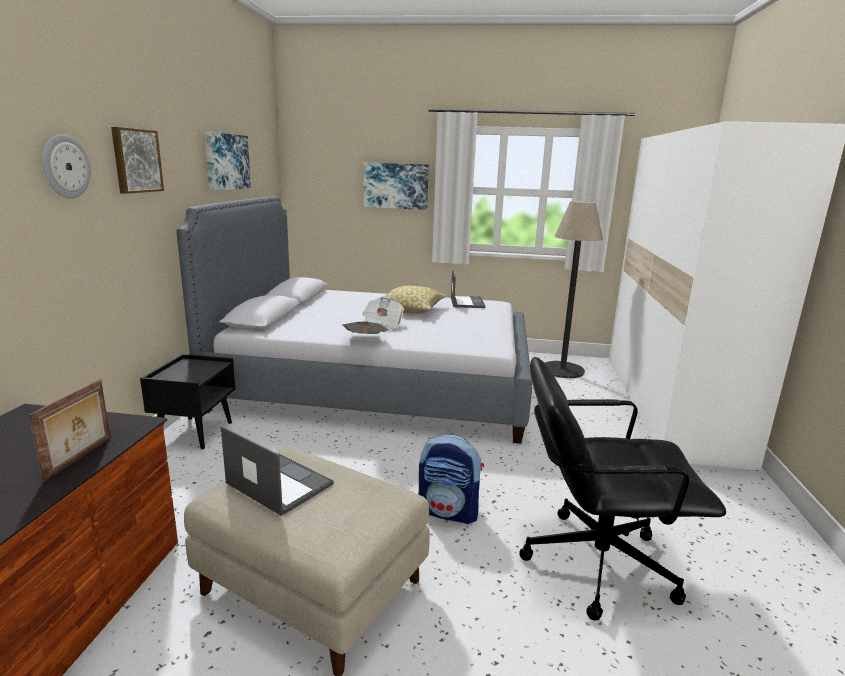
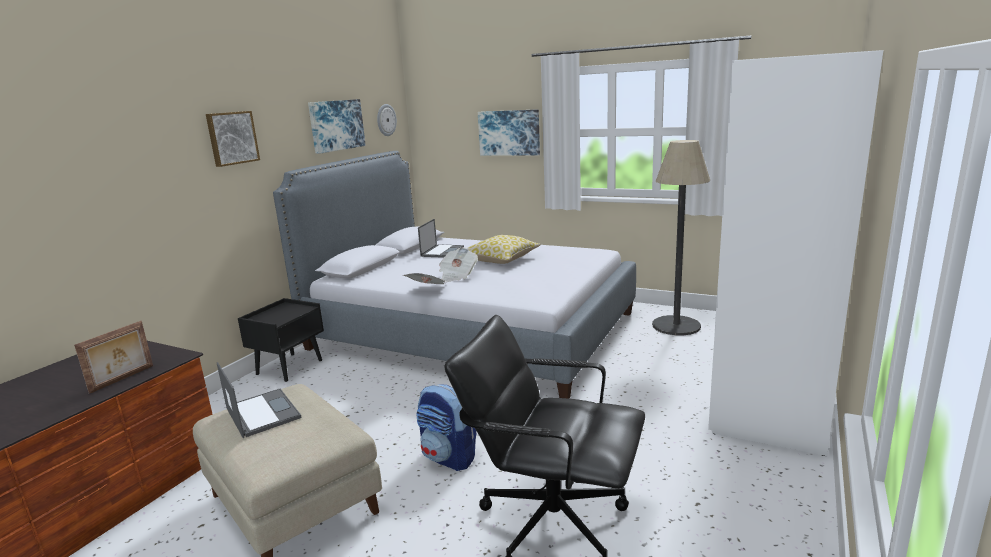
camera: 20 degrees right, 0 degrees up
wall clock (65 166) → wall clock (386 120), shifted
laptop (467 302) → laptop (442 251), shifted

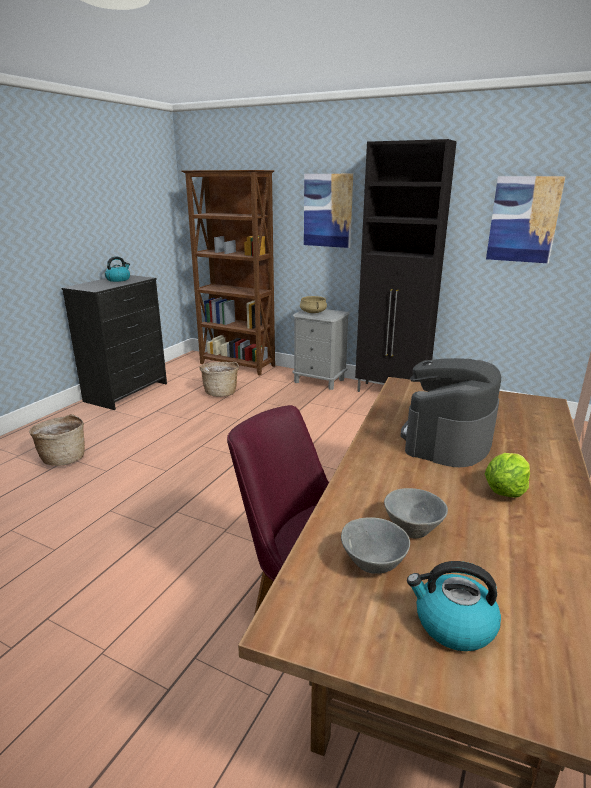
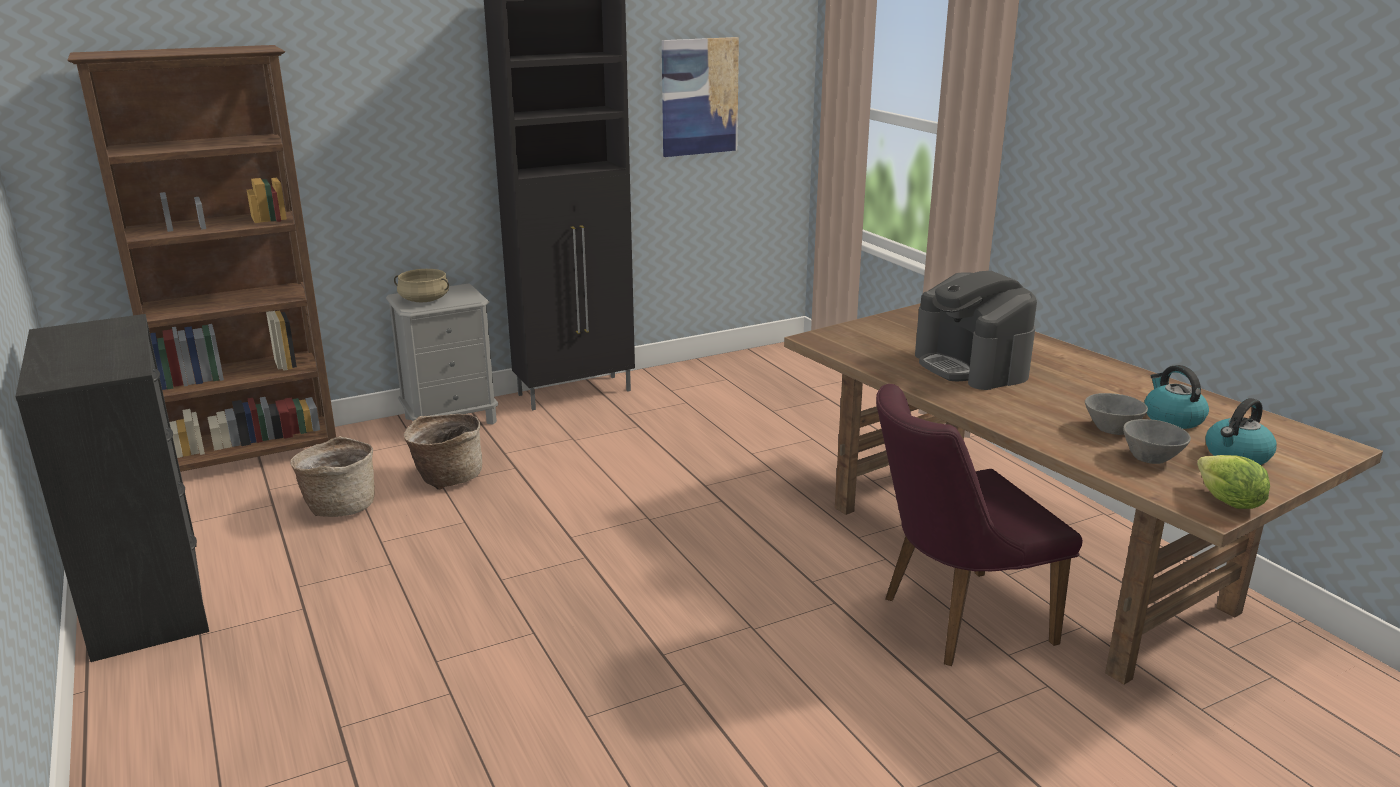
camera: 55 degrees left, 0 degrees up
basket (63 458) → basket (447 478), shifted
kettle (118 279) → kettle (1172 418), shifted
picture (328 210) → -
lettuce (505 490) → lettuce (1228 503), shifted

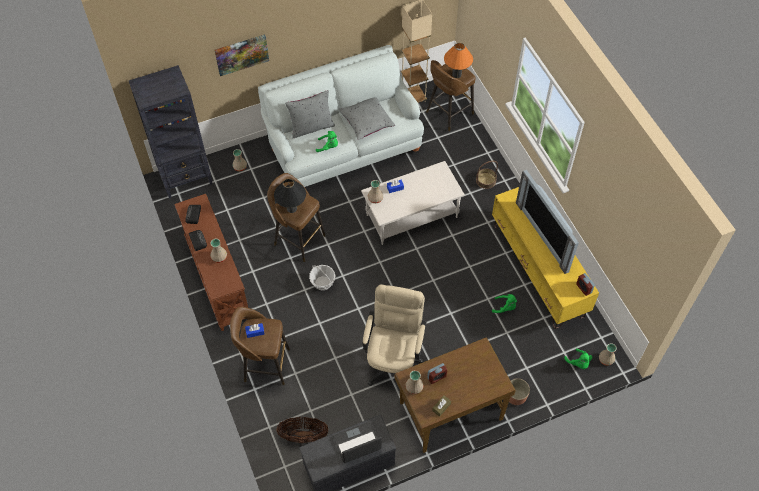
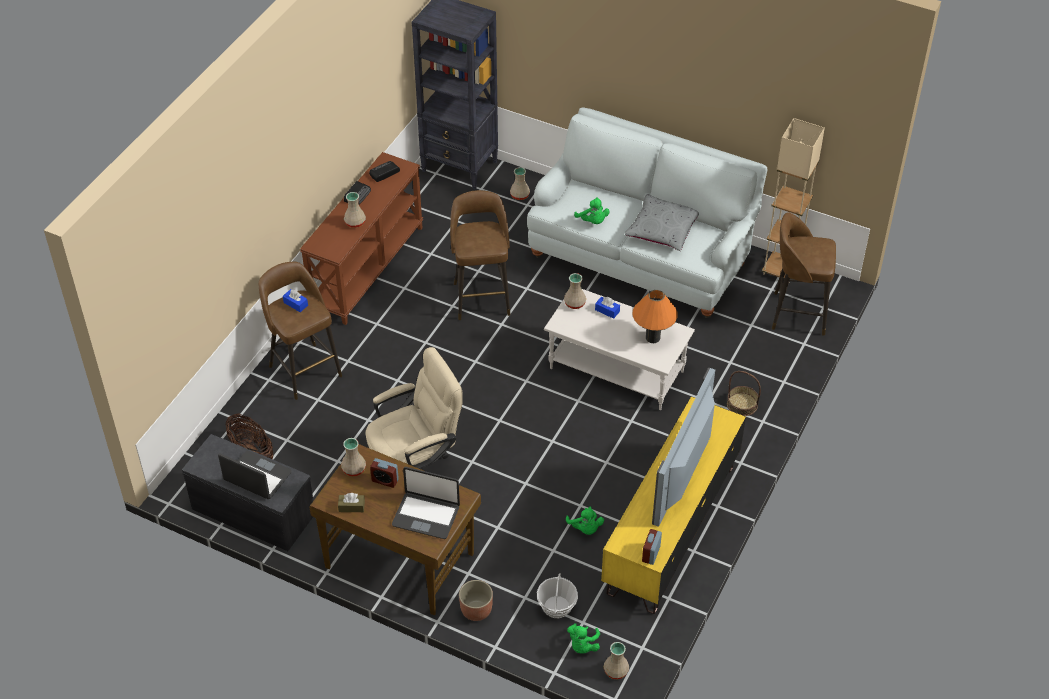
camera: 50 degrees right, 10 degrees down
picture (241 54) → -
black table lamp (292 208) → -
grey pillow (311 127) → -
basket (322 283) → basket (556 607), shifted
orange table lamp (456 74) → orange table lamp (653 337), shifted
- → laptop (426 515)

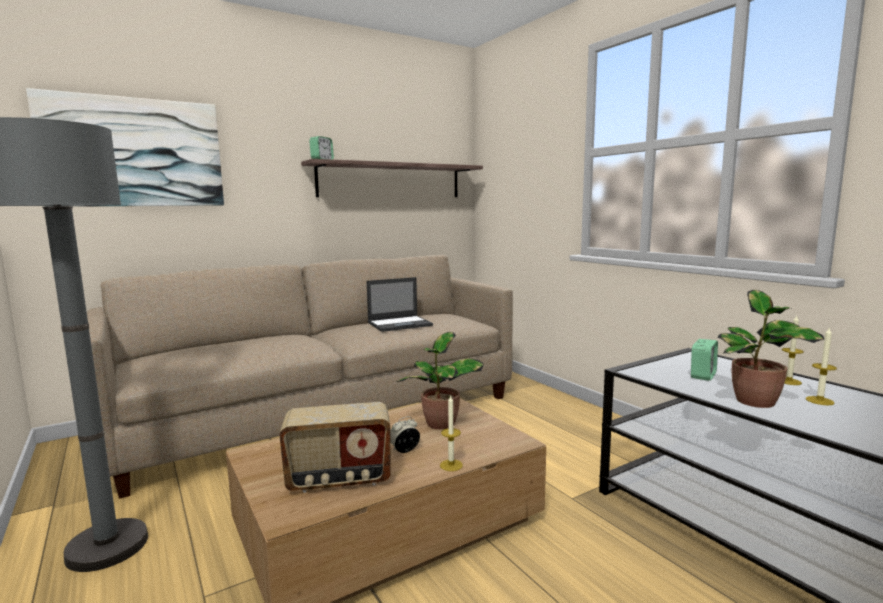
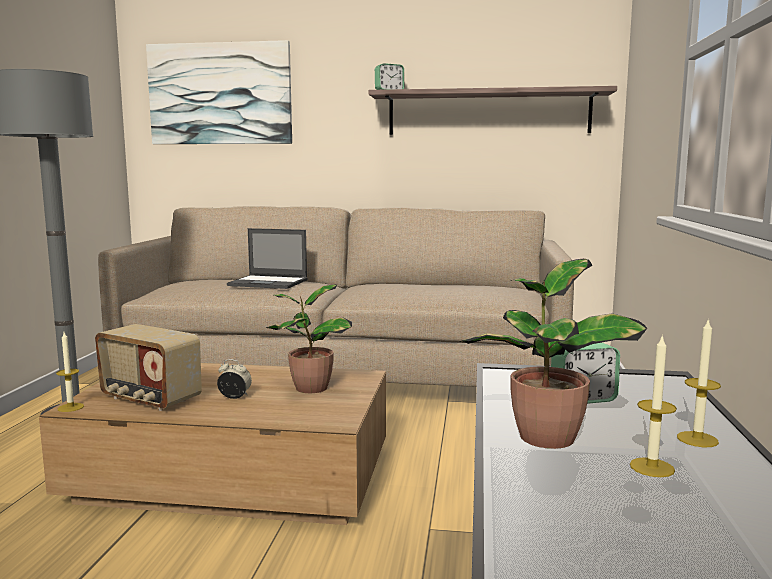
camera: 40 degrees right, 0 degrees up
laptop (400 324) → laptop (269 283), shifted
candle (451 465) → candle (70 407), shifted

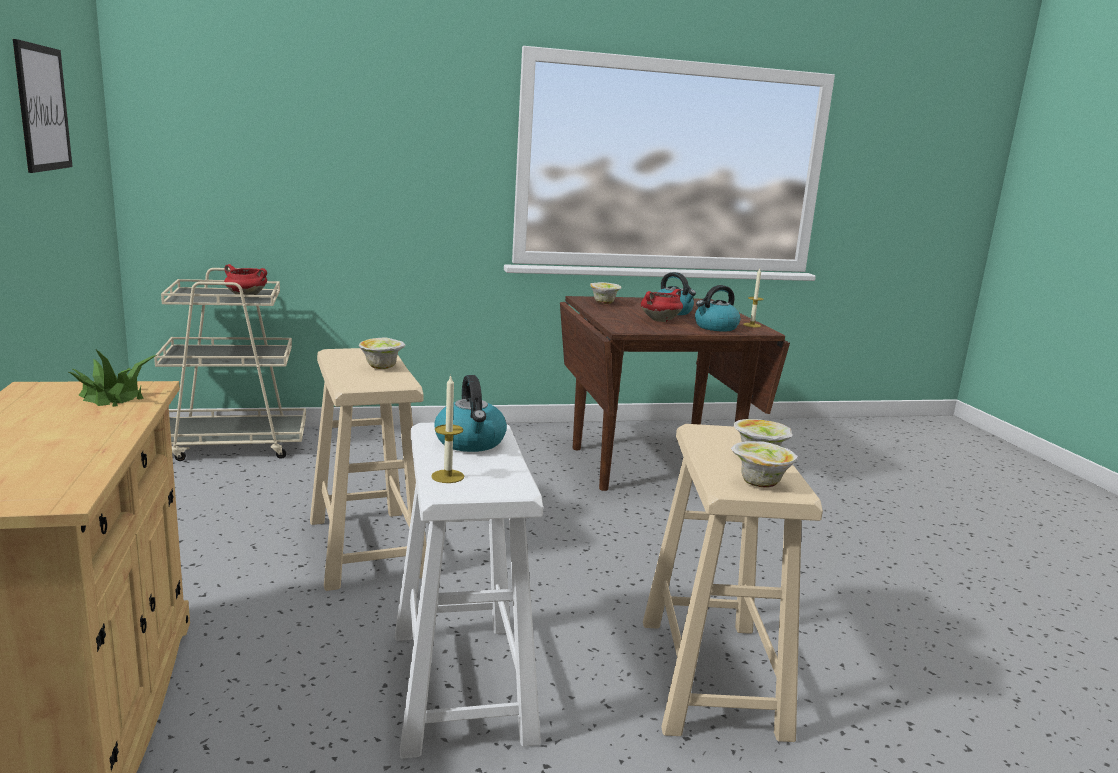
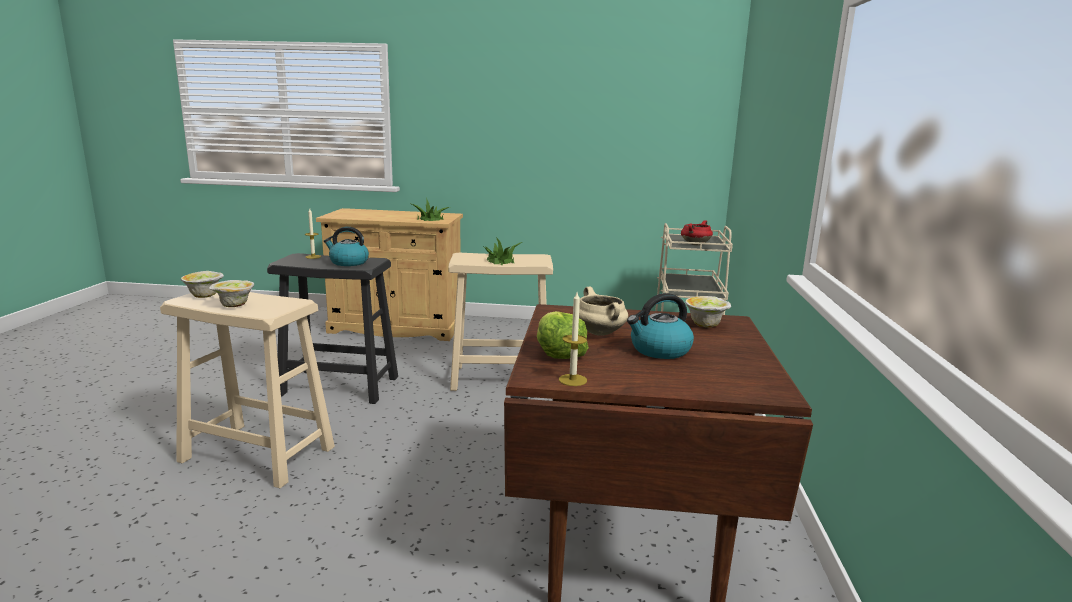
camera: 110 degrees right, 0 degrees up
picture (43 108) → -
bowl (382 367) → potted plant (500 261)
white stool (461 684) → black stool (340 386)
red cooking pot (660 320) → beige cooking pot (600 333)
kettle (715 327) → lettuce (559 353)

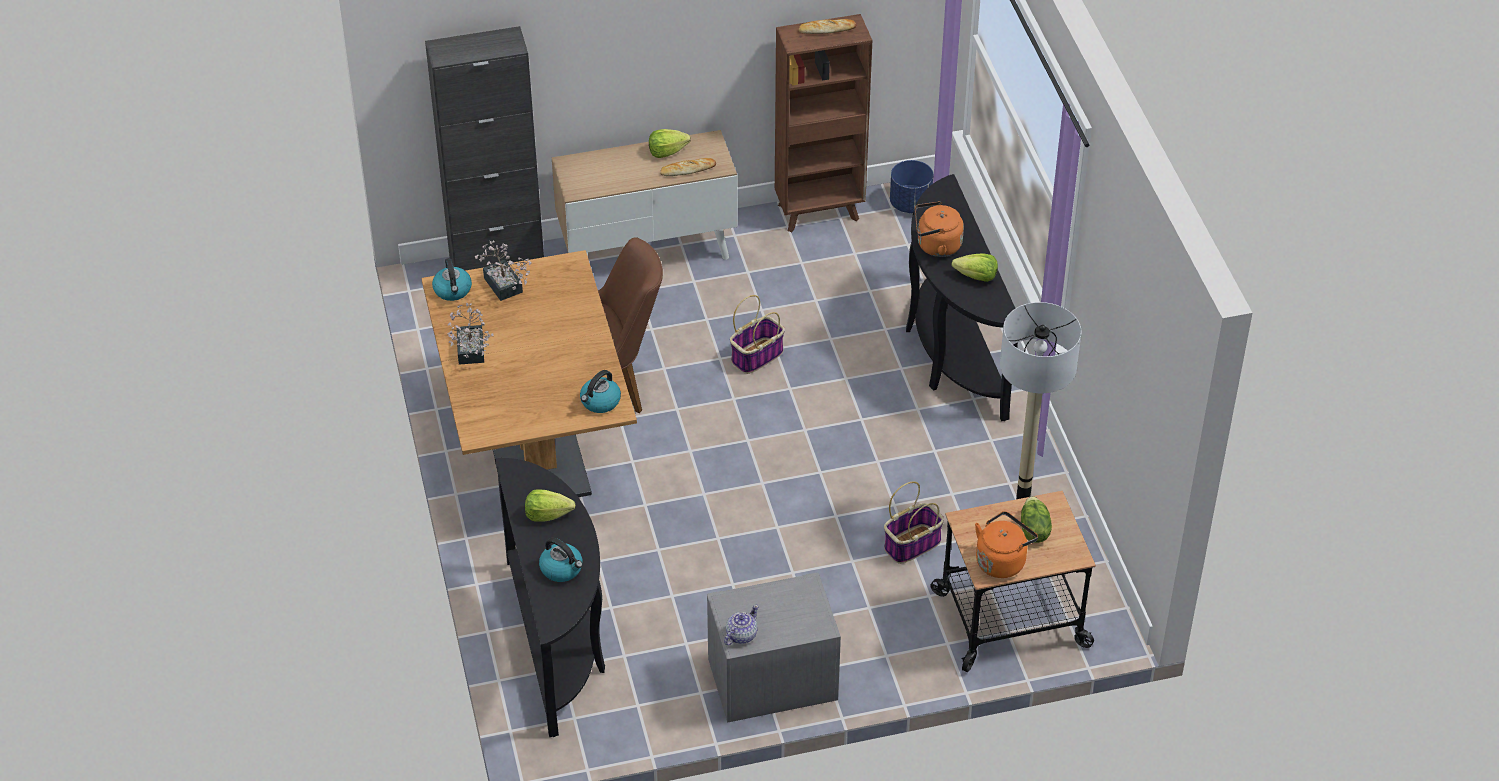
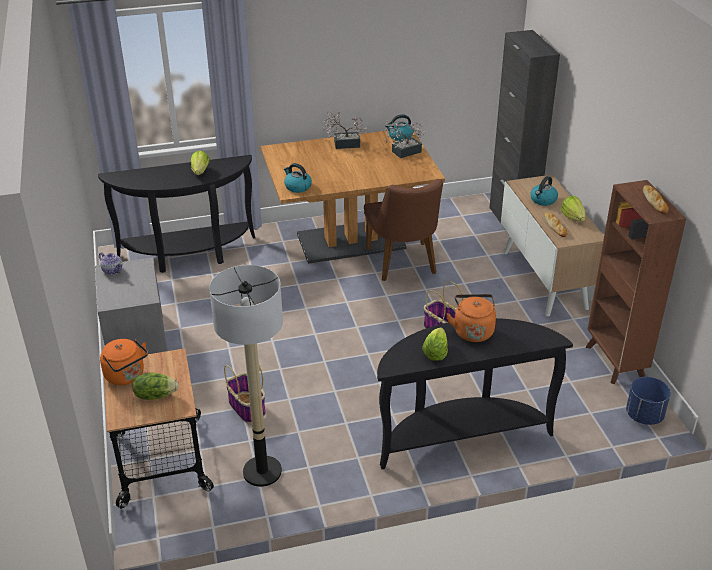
camera: 90 degrees right, 10 degrees down
kettle (562 569) → kettle (543 200), shifted

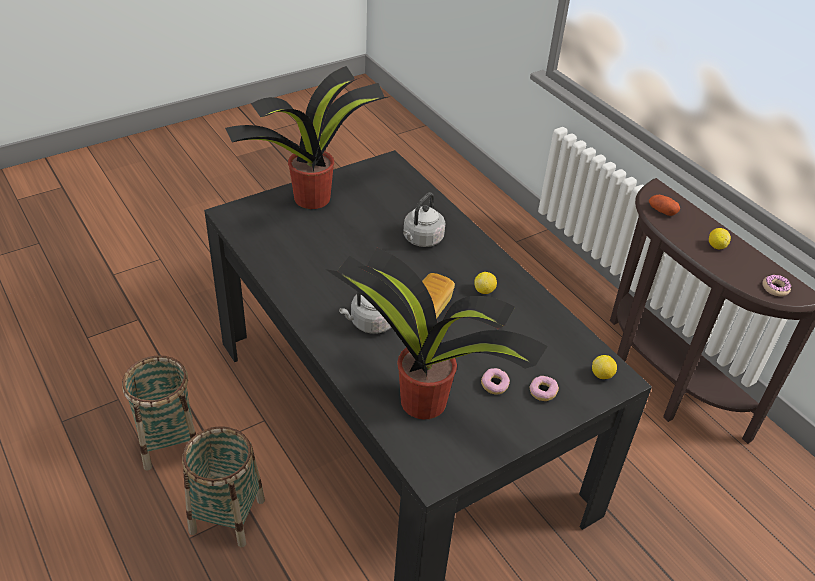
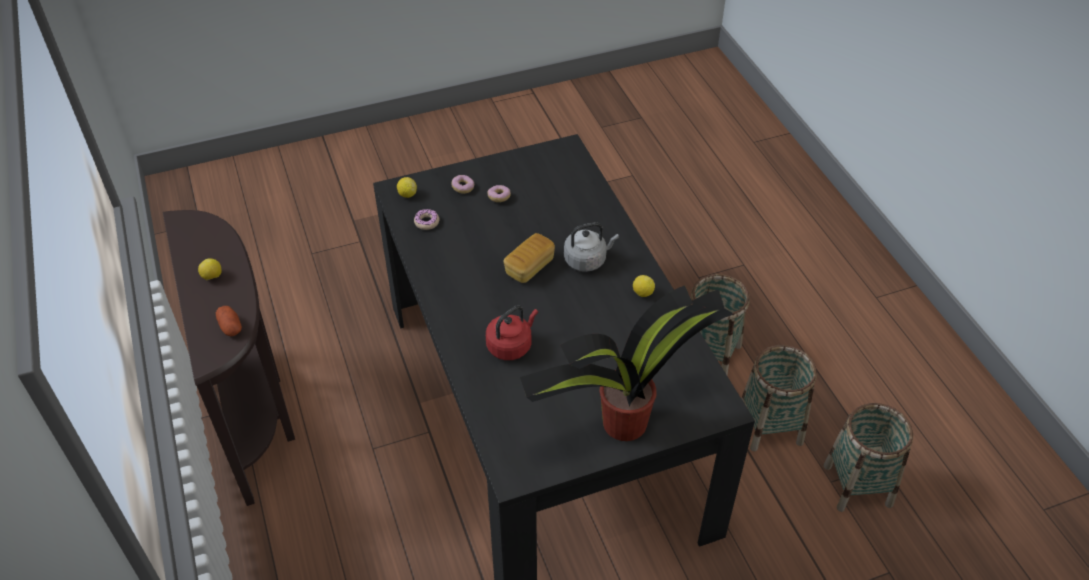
camera: 165 degrees left, 5 degrees up
potted plant (421 399) → -
grey kettle (421 239) → red kettle (511 345)
lemon (484 290) → lemon (642 293), shifted
donut (775 288) → donut (426 222), shifted
- → basket (857 485)

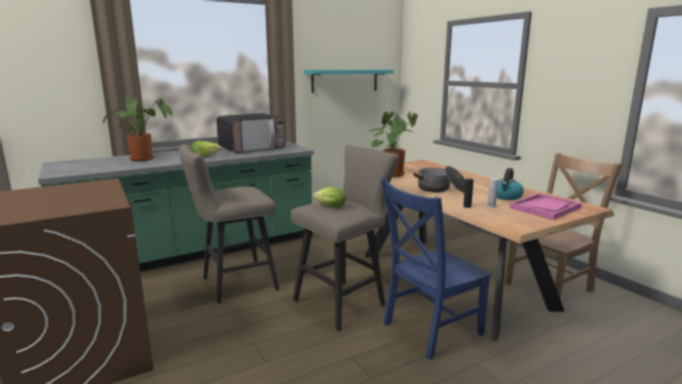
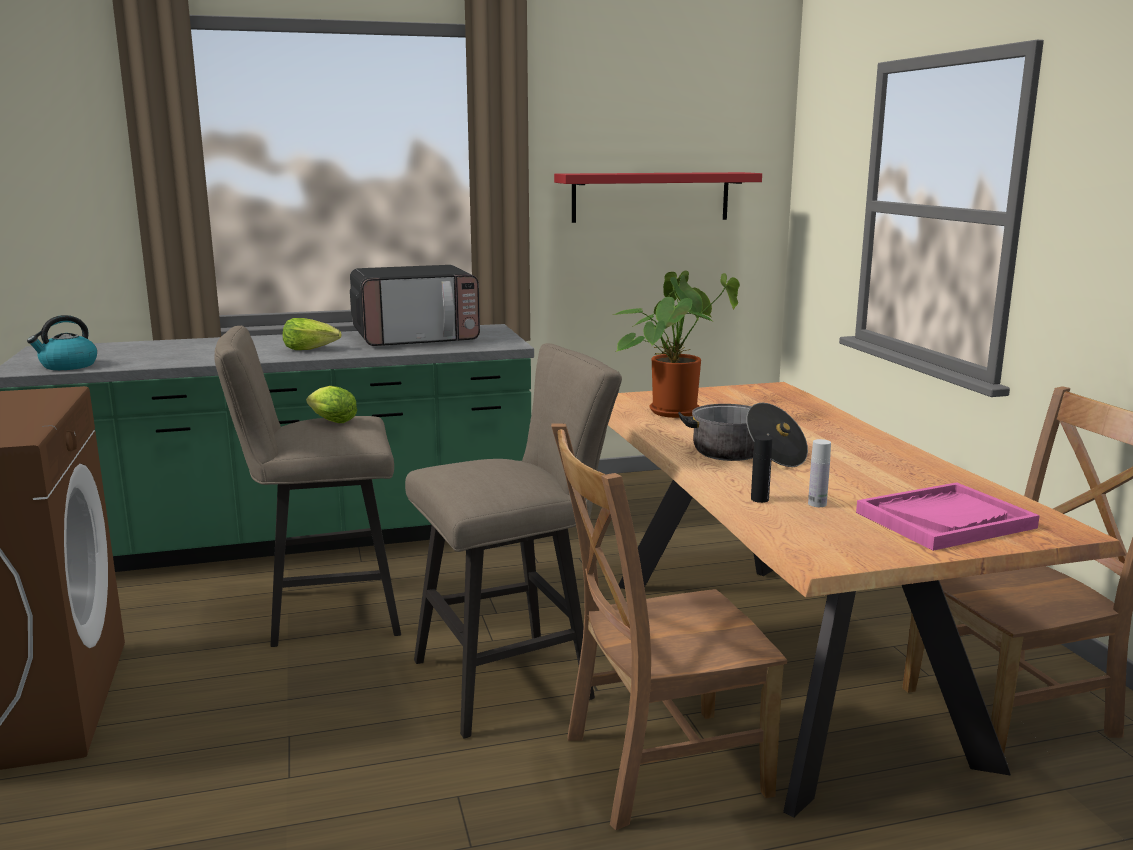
camera: 15 degrees right, 0 degrees up
potted plant (145 158) → -
turquoise shelf (345 80) → red shelf (651 197)
lettuce (329 207) → lettuce (330 421), shifted
blue chair (429 330) → brown chair (656 766)
kettle (506 197) → kettle (68 366), shifted

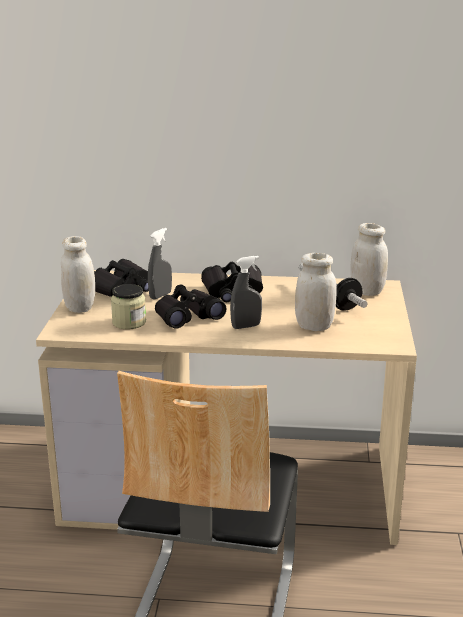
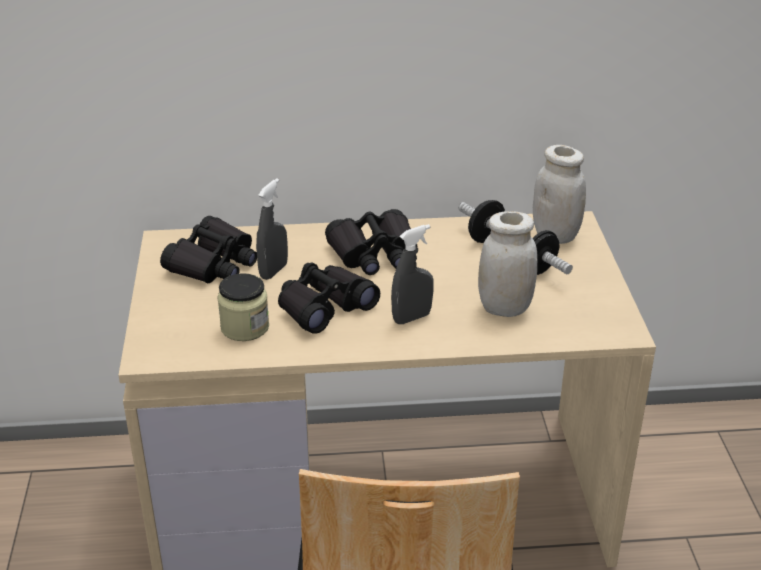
camera: 10 degrees left, 10 degrees up
white jar (80 307) → -

